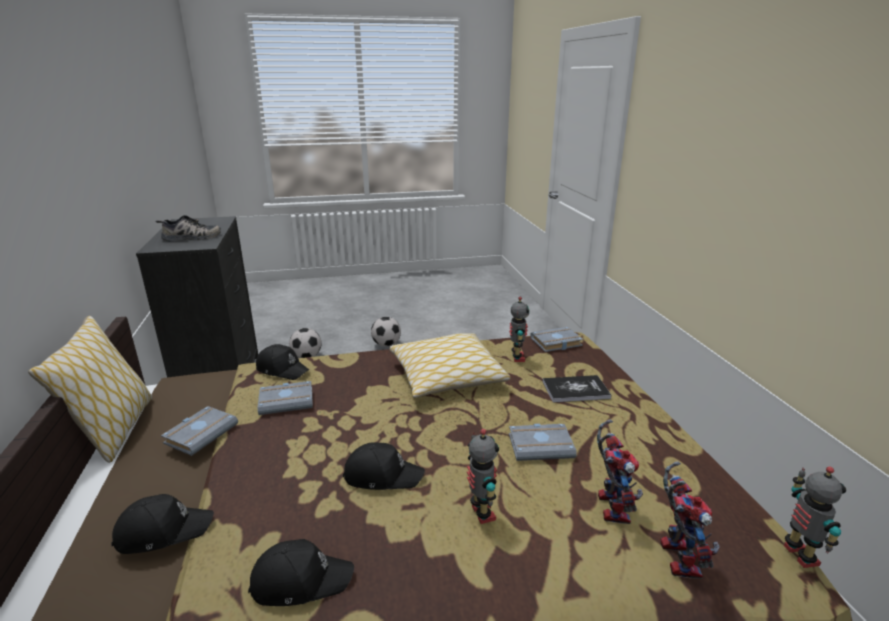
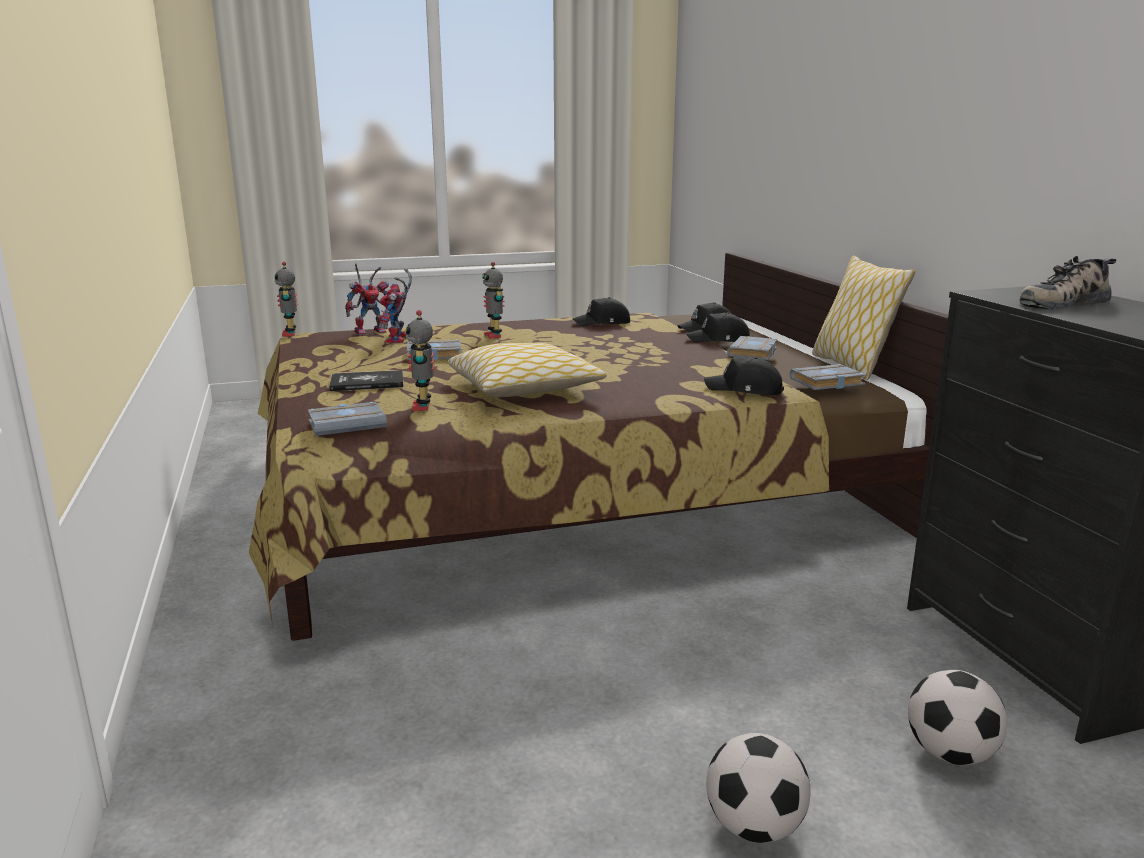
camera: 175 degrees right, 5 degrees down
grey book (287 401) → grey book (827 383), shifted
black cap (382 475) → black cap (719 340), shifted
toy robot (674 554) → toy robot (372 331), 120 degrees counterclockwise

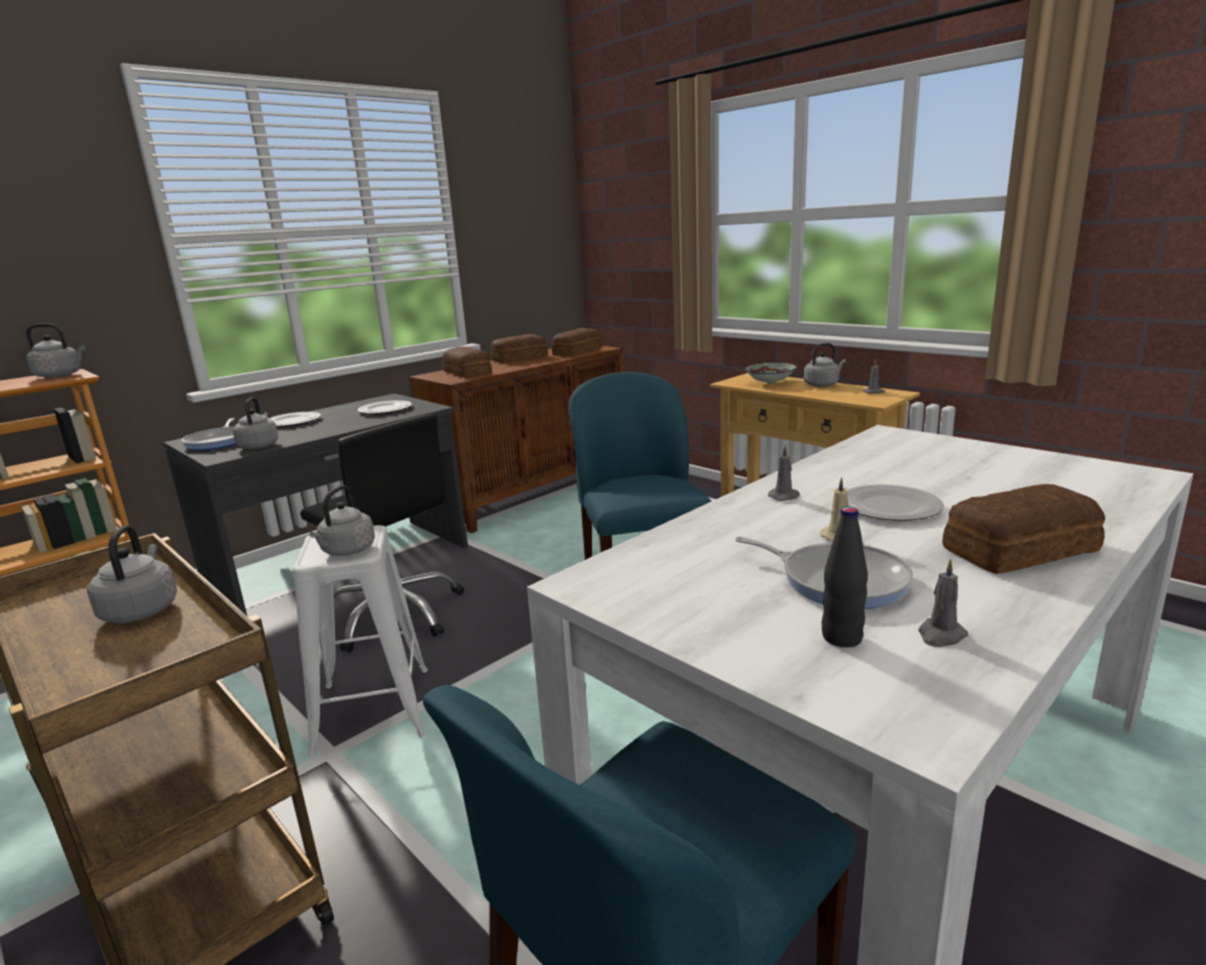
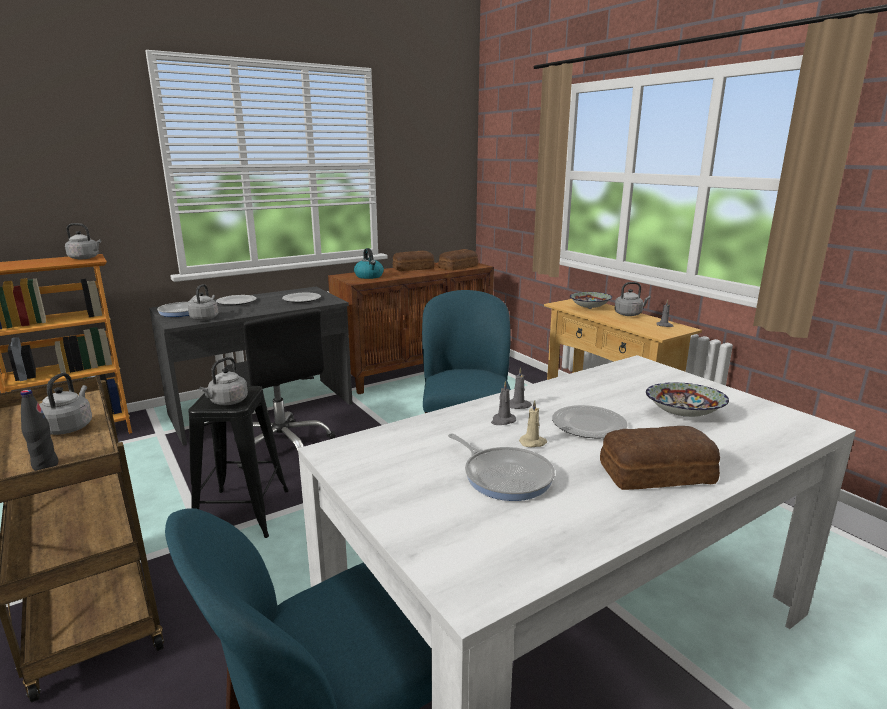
camera: 10 degrees right, 0 degrees up
white stool (373 710) → black stool (242 513)
bread (468 372) → kettle (369 276)
black bottle (841 638) → black bottle (45 466), shifted
grey candle (941 635) → grey candle (502 421), shifted
- → bowl (683 414)

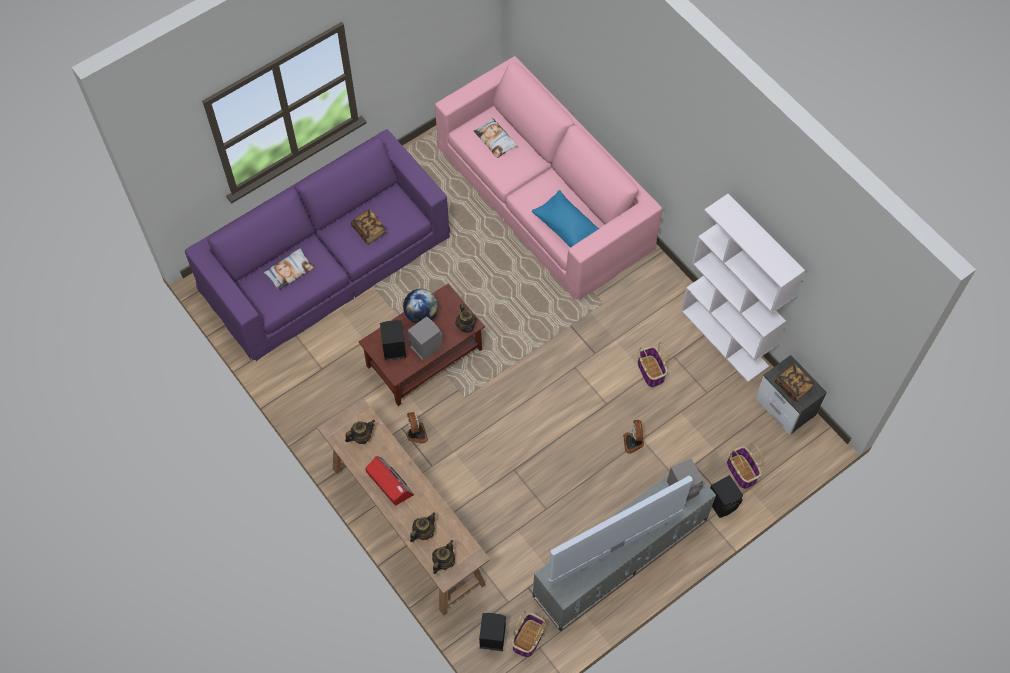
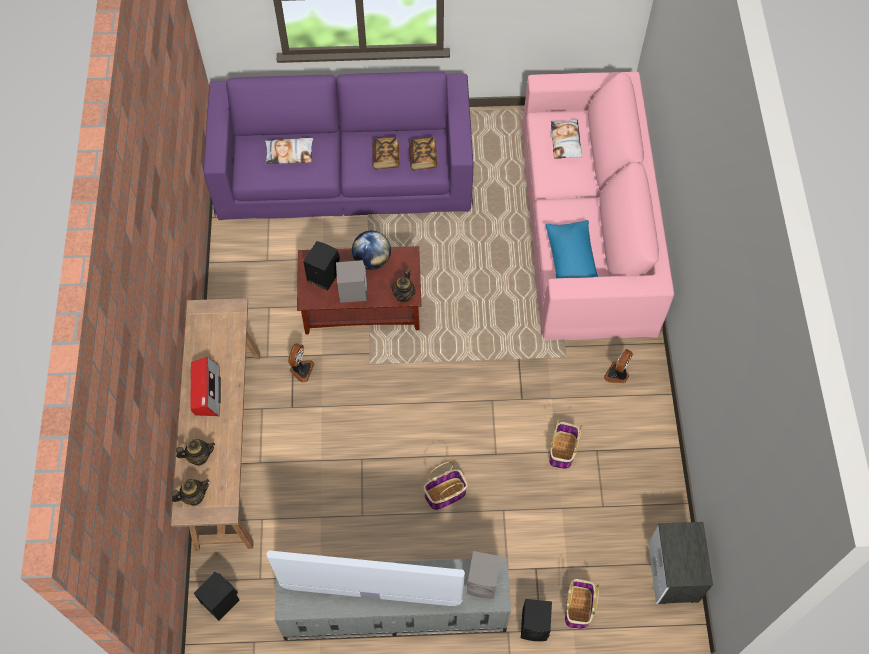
camera: 35 degrees right, 0 degrees up
teapot (361 437) → -
basket (528 639) → basket (445 494), shifted
fan (633 442) → fan (617 374), shifted
white bookcase (725 338) → -
book (793 386) → book (423 159), shifted

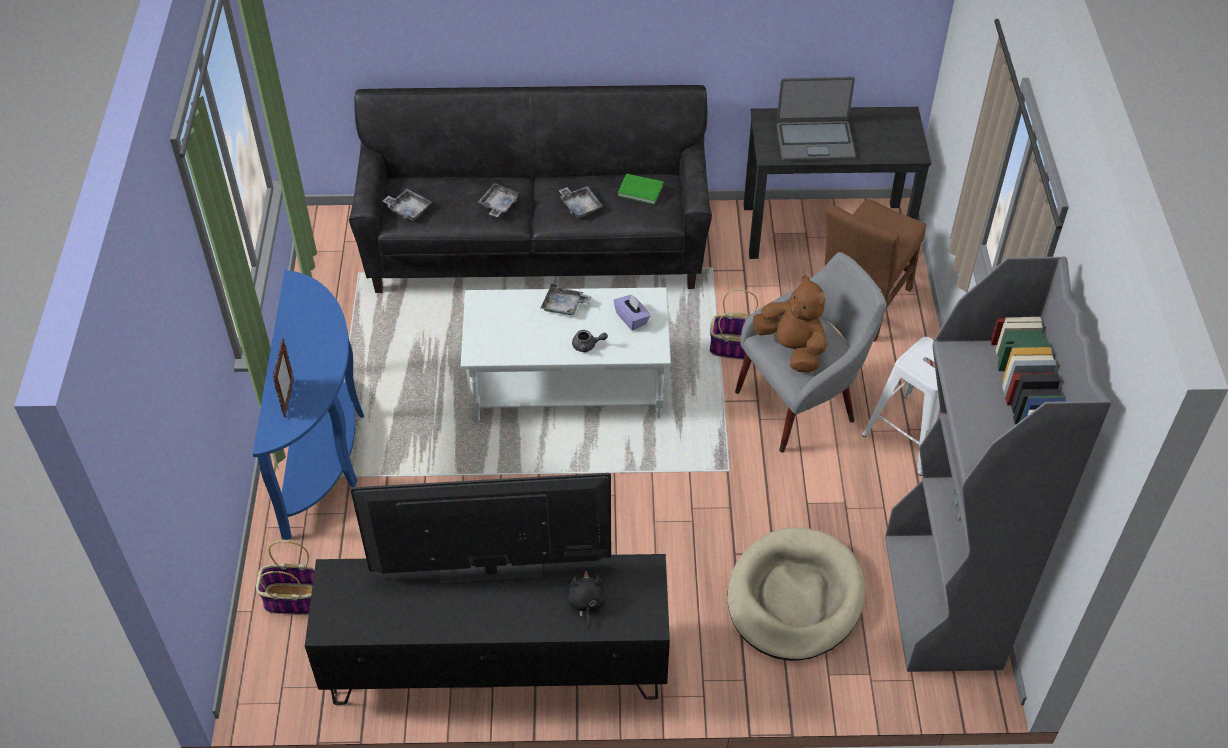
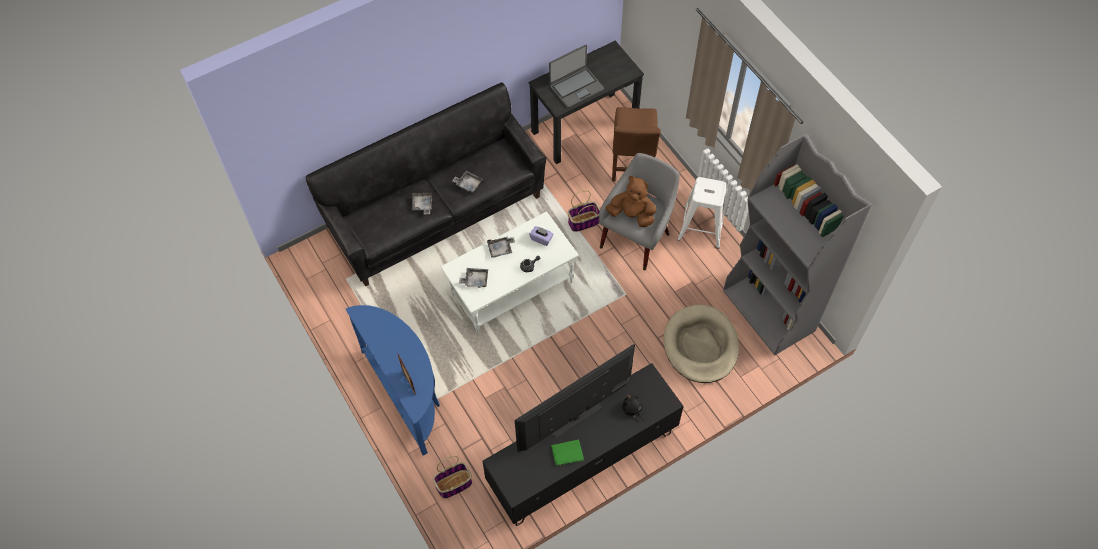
camera: 30 degrees left, 10 degrees up
grey tray (408 209) → grey tray (475 280), shifted
green book (641 191) → green book (568 453), shifted

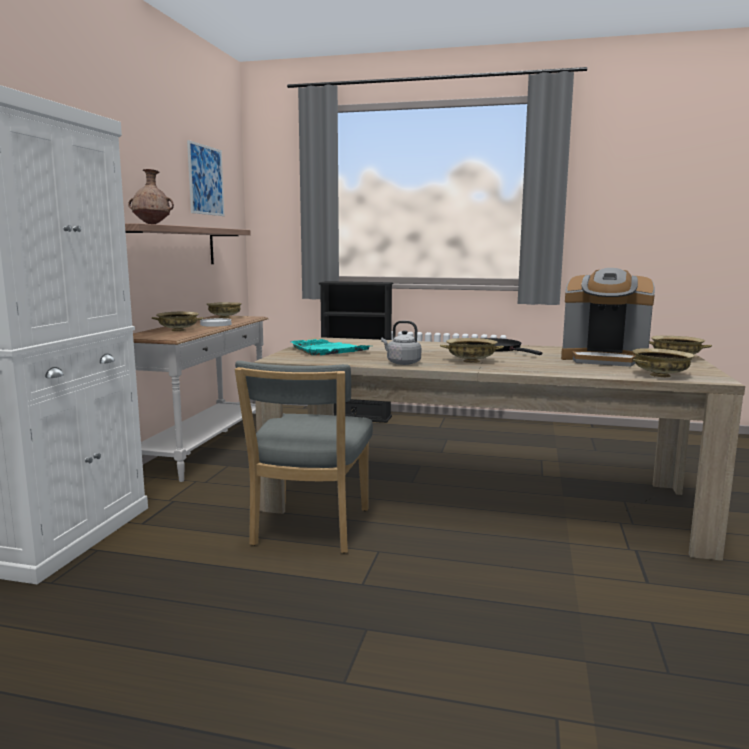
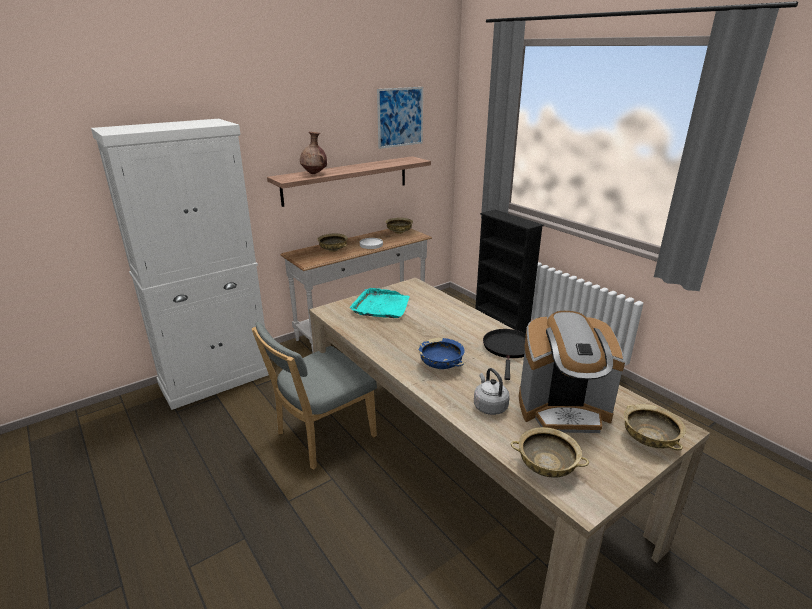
camera: 40 degrees right, 15 degrees up
grey kettle (401 363) → grey kettle (489 406), shifted
beige bowl (470 361) → blue bowl (440 365)
coffee machine (604 359) → coffee machine (563 410), 60 degrees counterclockwise

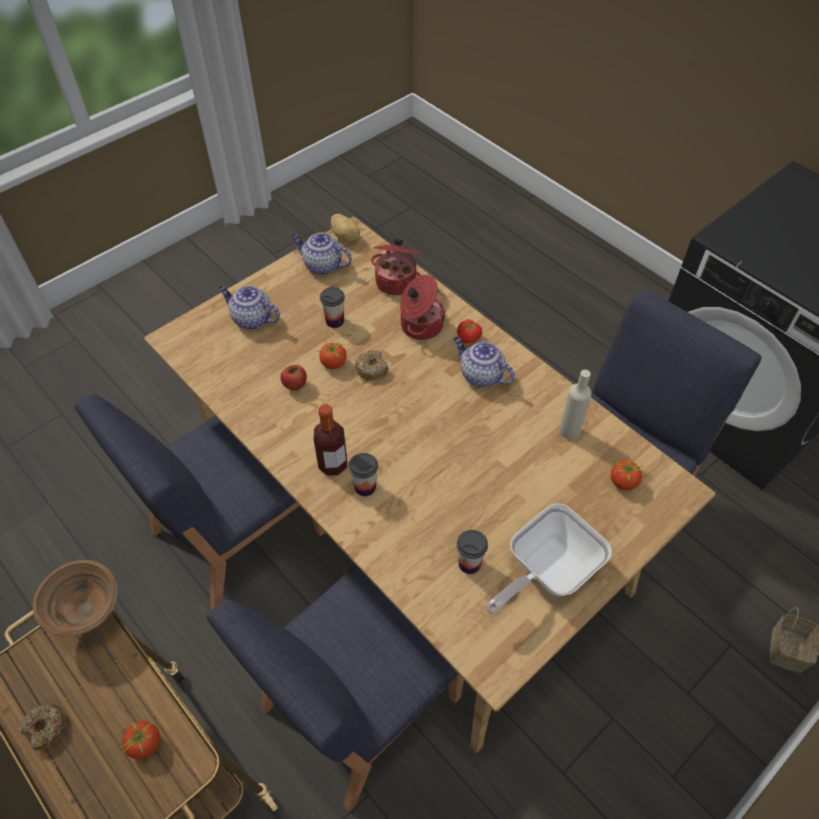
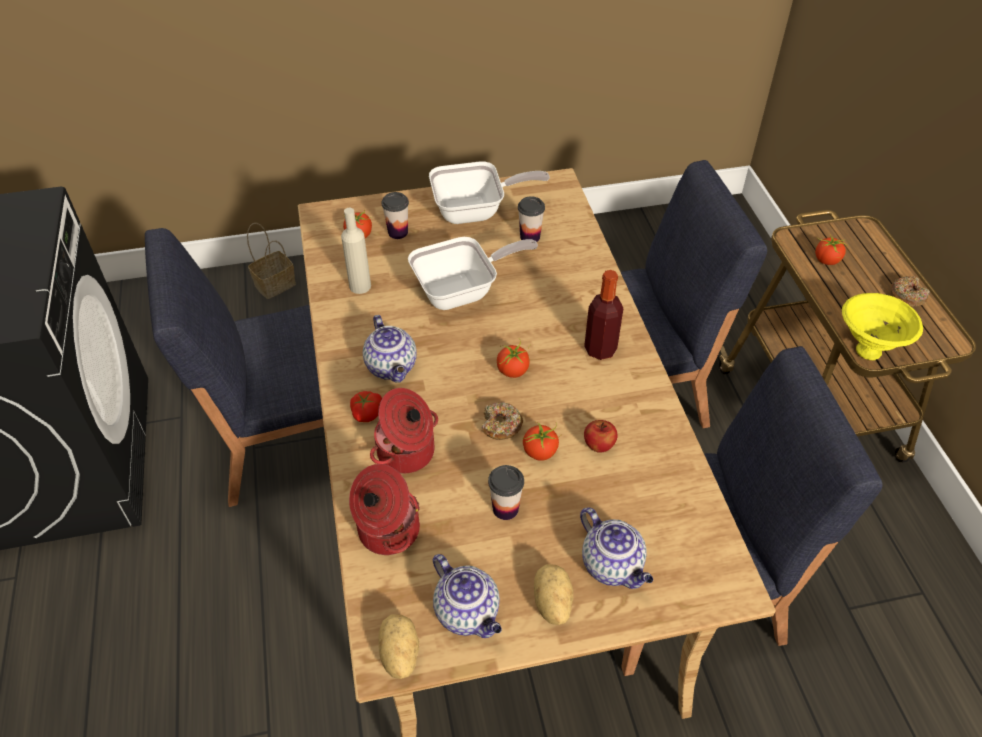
camera: 150 degrees left, 5 degrees down
brown bowl (92 616) → yellow bowl (866 350)
cup (365 487) → cup (398 232), shifted
- → frying pan (463 291)
- → tomato (513 370)
- → potato (551 604)

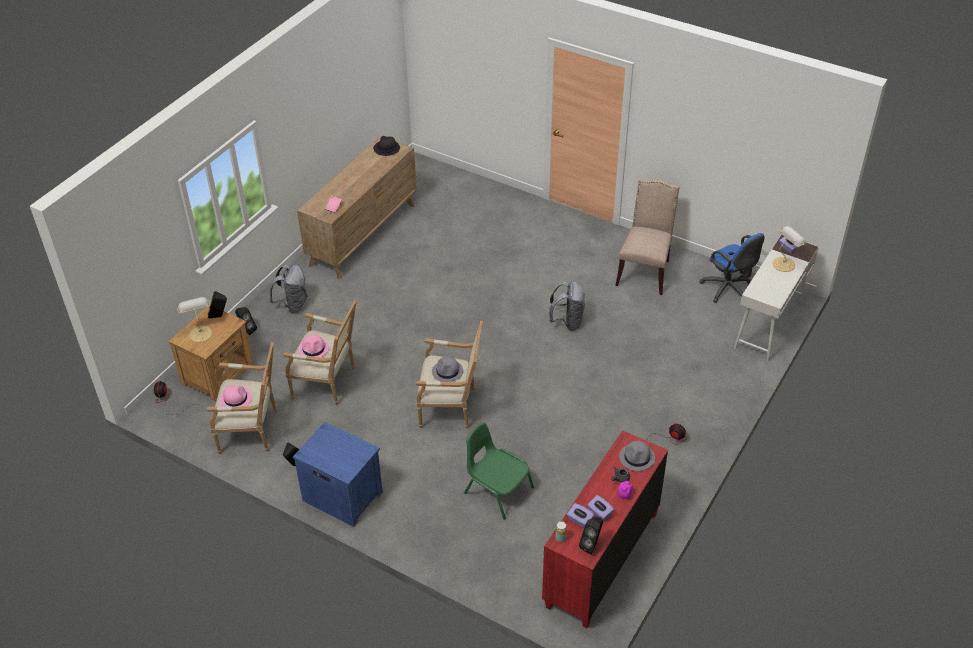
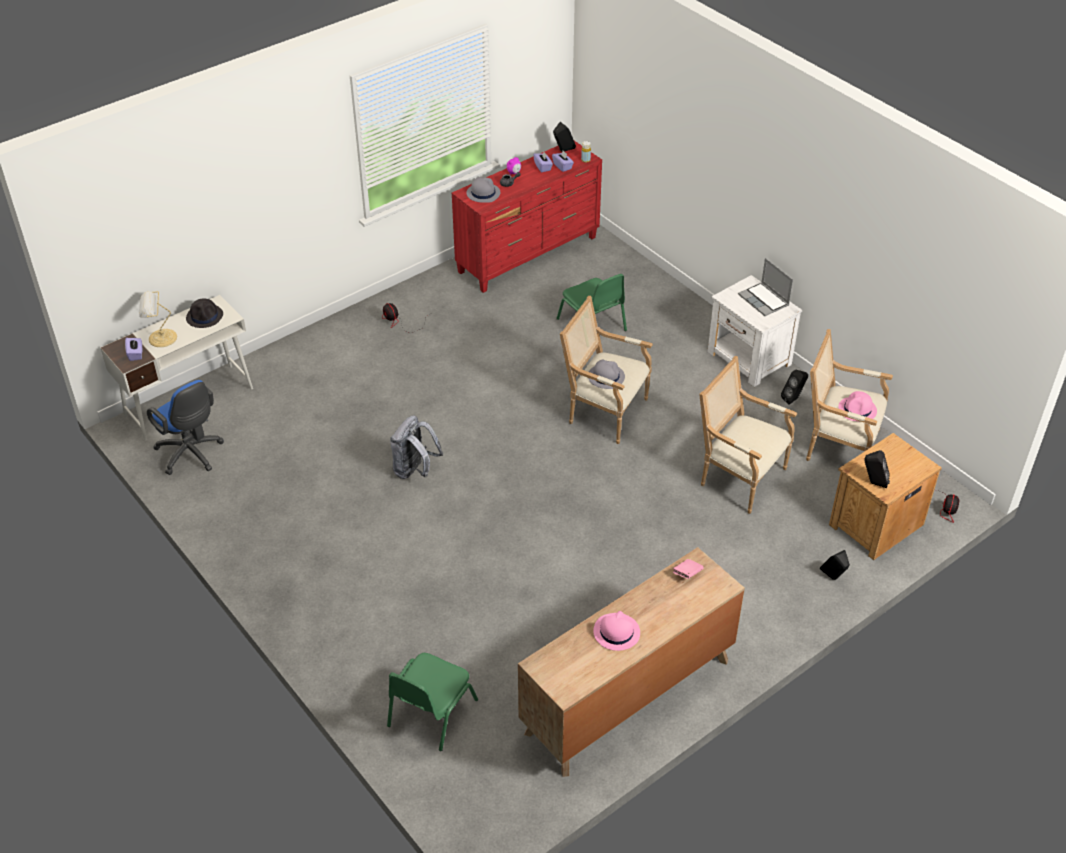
camera: 160 degrees left, 0 degrees up
table lamp (200 333) → -
grey backpack (292 305) → -
blue nightstand (342 495) → white nightstand (749 359)
pink hat (314 349) → pink hat (616 632), shifted
black hat (386 148) → black hat (205 316), shifted
beige chair (644 271) → -
blue office chair (728 290) → blue office chair (191 455), 150 degrees clockwise
- → green chair (430 713)
- → laptop (764 300)

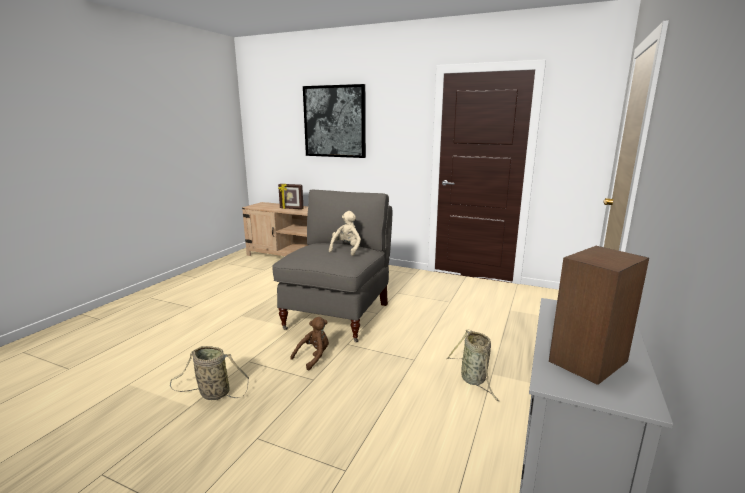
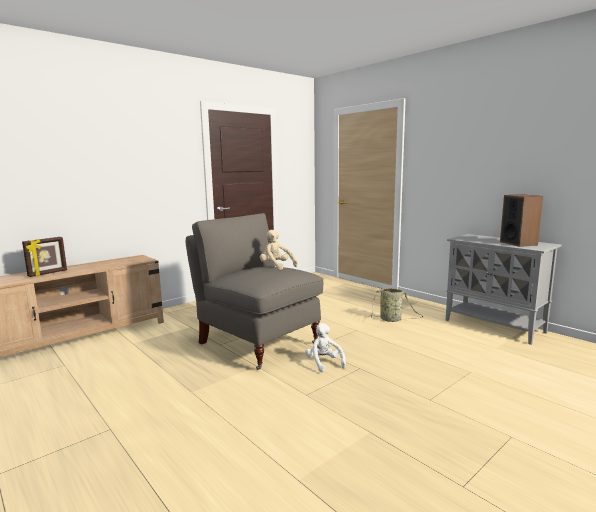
camera: 65 degrees left, 5 degrees down
basket (212 393) → -
brown plush toy (314 357) → white plush toy (324 363)
picture (334 121) → -

